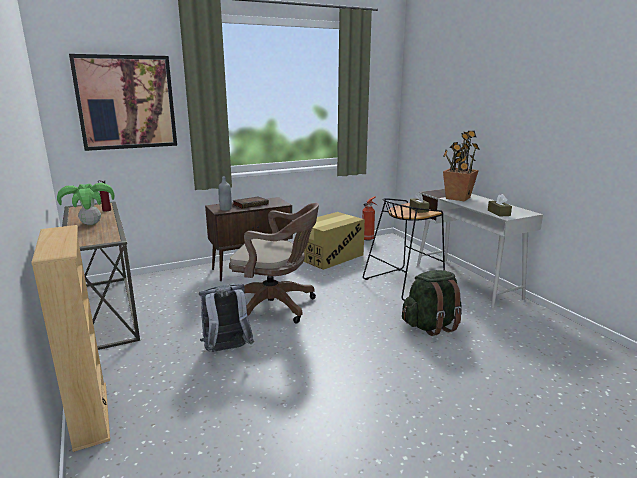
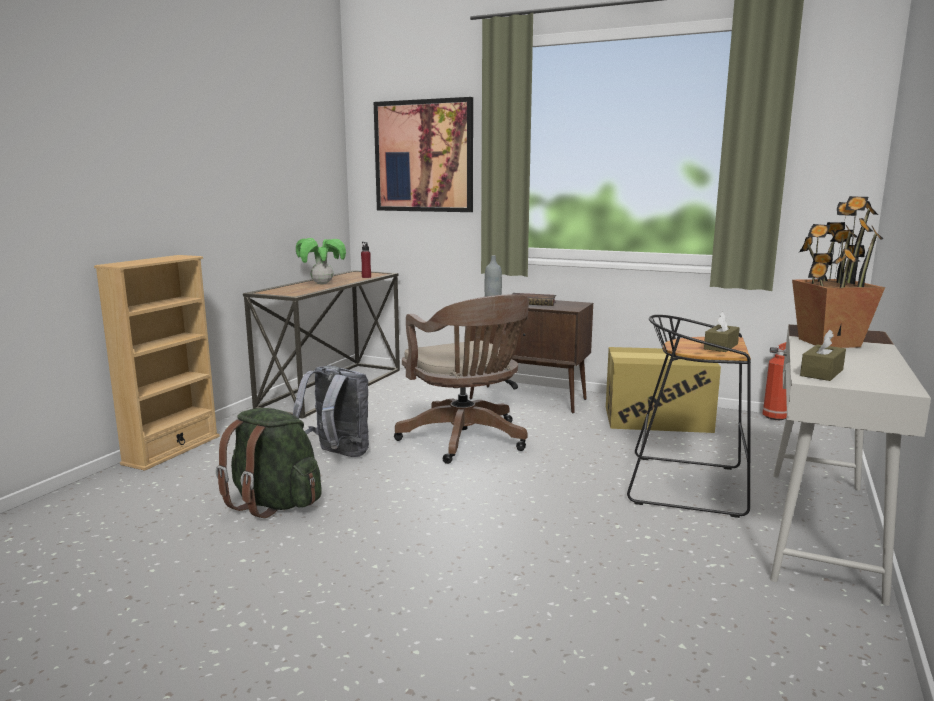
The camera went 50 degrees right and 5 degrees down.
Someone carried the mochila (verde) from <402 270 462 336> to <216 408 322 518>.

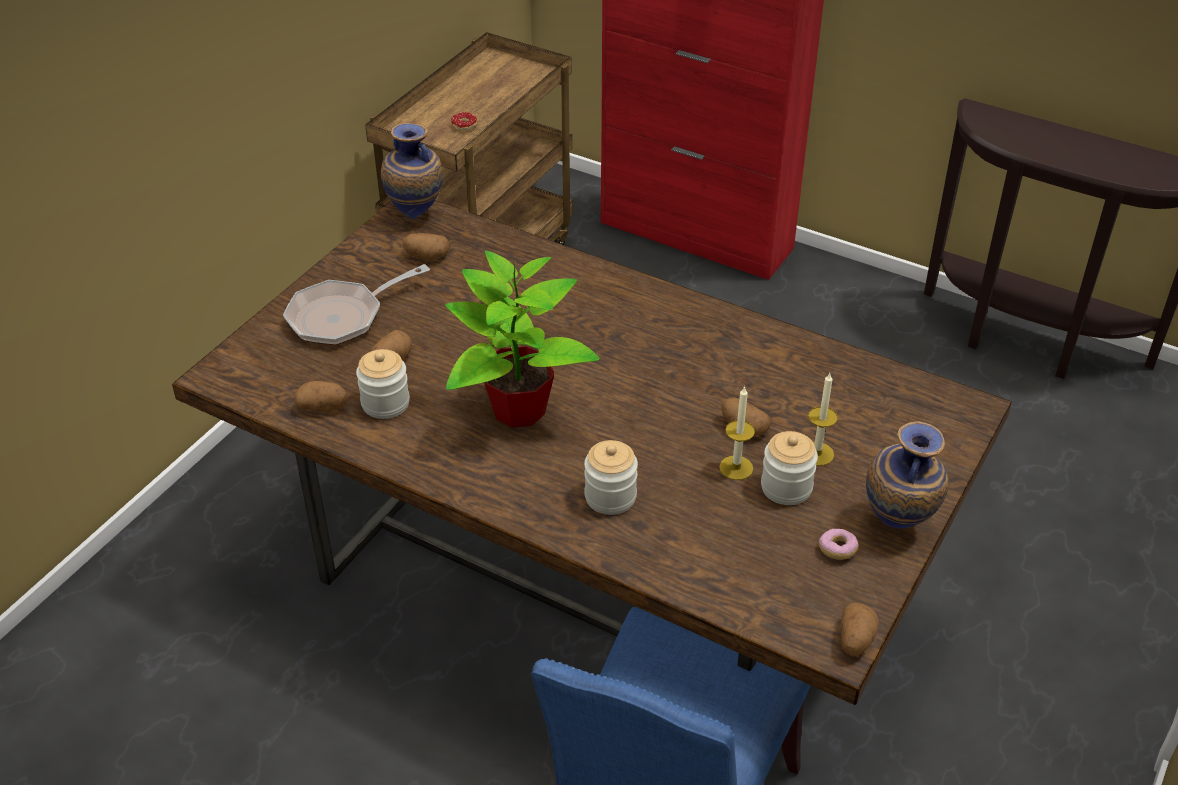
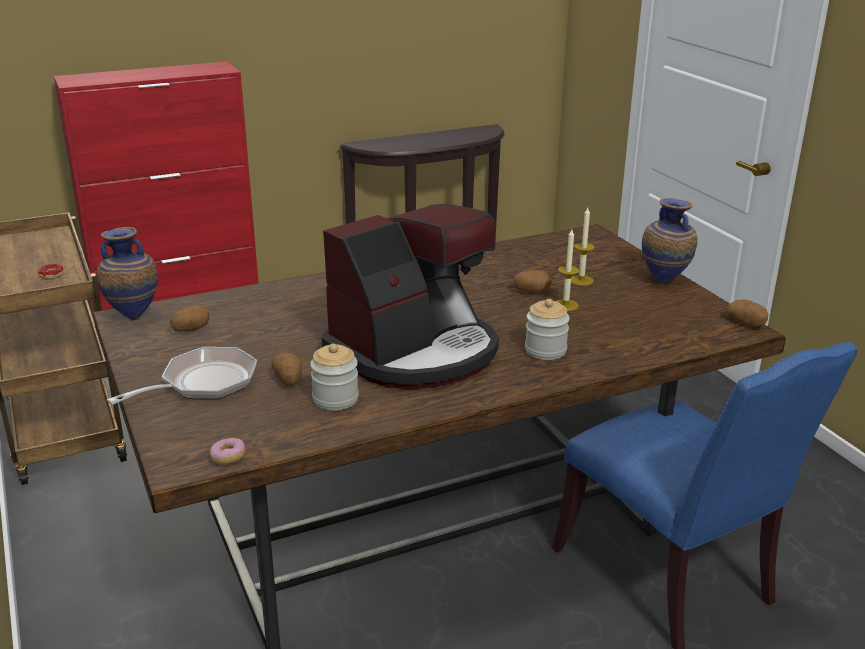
The camera went 55 degrees left and 15 degrees down.
Someone rotated the sartén at <283 264 430 345> by 135 degrees counterclockwise.
Someone took away the patata at <294 381 347 412>.
Someone swapped the planta en maceta at <445 251 600 428> for the cafetera at <322 204 499 390>.
Someone took away the tarro at <761 431 818 505>.
Someone carried the rosquilla from <819 529 858 560> to <210 438 246 464>.

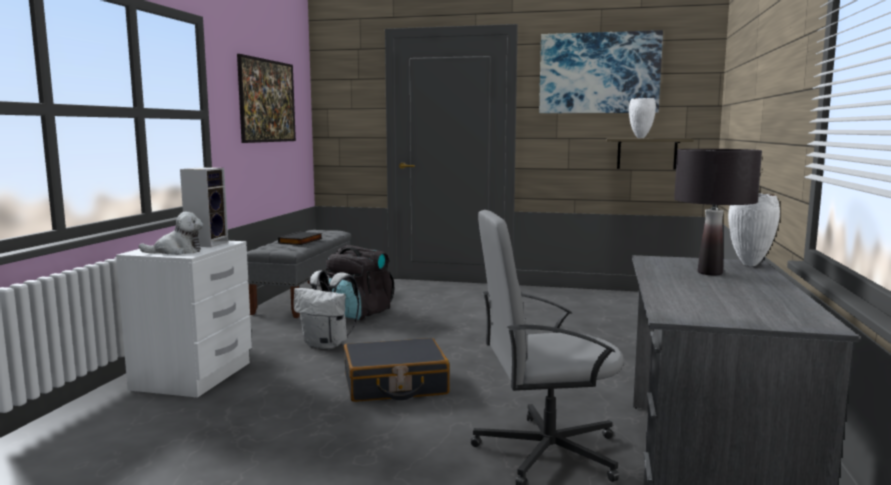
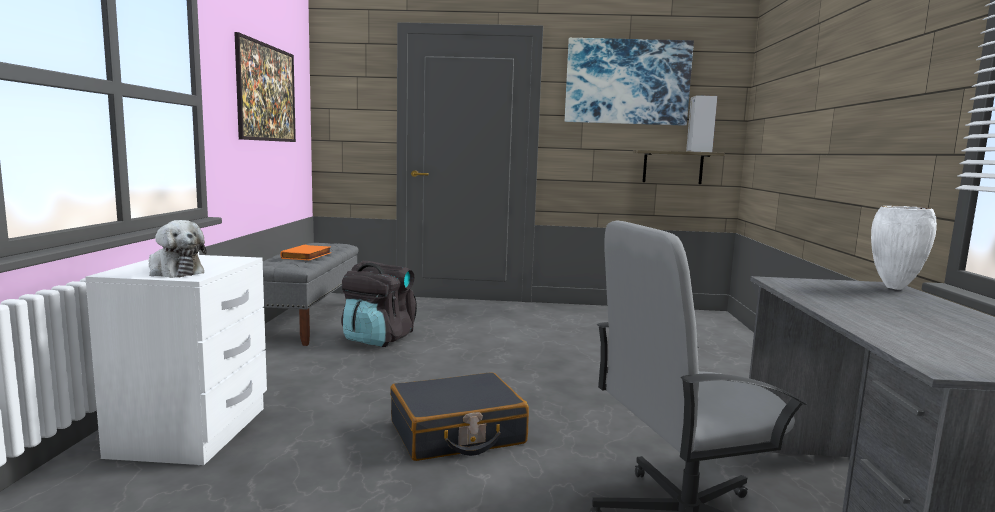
The camera went 10 degrees left and 0 degrees up.
Someone rotated the peluche at <139 211 203 255> by 60 degrees clockwise.
Someone carried the altavoz from <180 167 228 247> to <686 95 717 152>.
Someone repainted the libro (negro) at <278 231 323 245>, which became the libro (naranja) at <280 245 331 260>.
Someone took away the mochila (blanco) at <293 270 359 350>.
Someone took away the florero (blanco) at <629 98 656 138>.
Someone took away the lámpara de mesa (negro) at <674 149 762 275>.

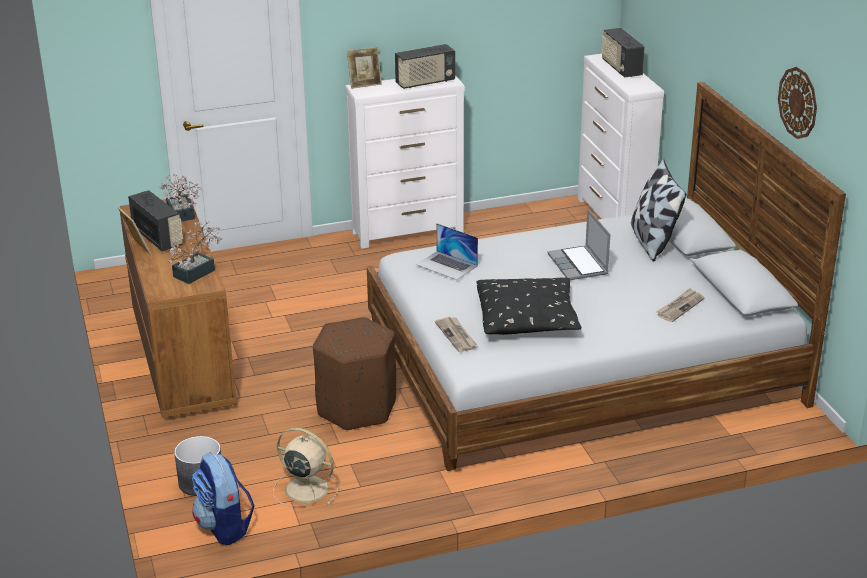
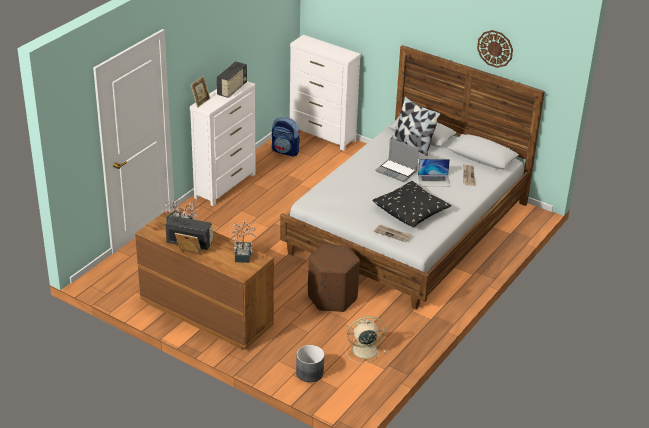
The camera went 40 degrees left and 5 degrees up.
Someone carried the mochila from <192 453 255 545> to <272 117 300 157>.
Someone carried the portátil from <416 223 478 280> to <418 159 450 187>.
Someone took away the radio at <601 28 645 78>.

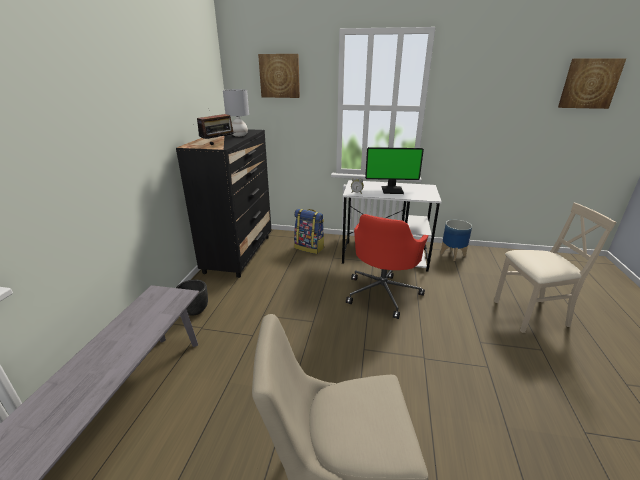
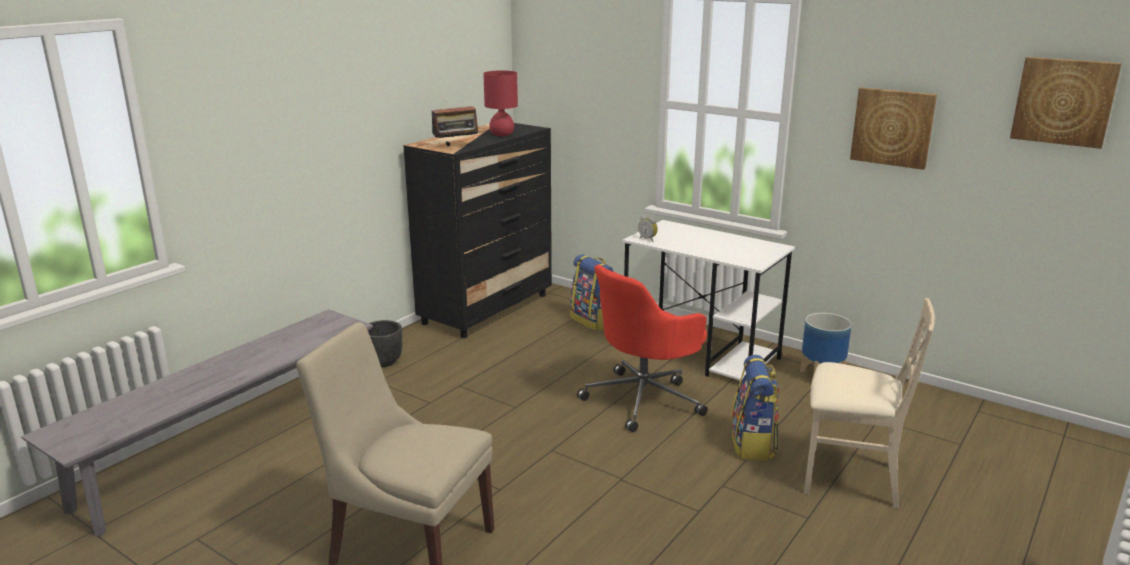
The camera went 25 degrees right and 5 degrees down.
Someone repainted the lámpara de mesa (gris) at <223 89 249 137>, which became the lámpara de mesa (rojo) at <483 70 518 136>.
Someone carried the cuadro from <258 54 300 98> to <850 87 937 170>.
Someone took away the monitor at <365 147 424 194>.
Someone put down the mochila at <731 355 779 460>.

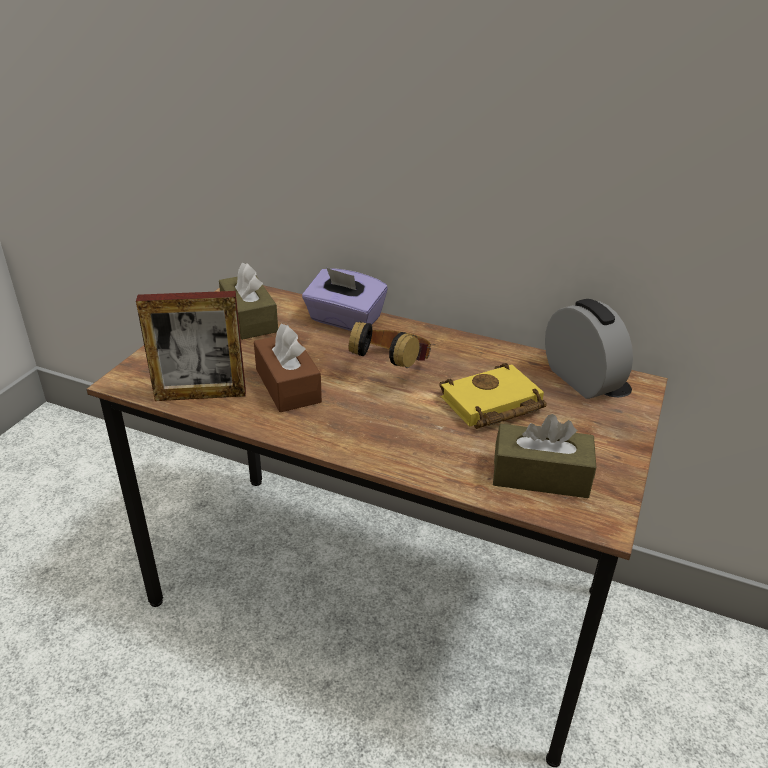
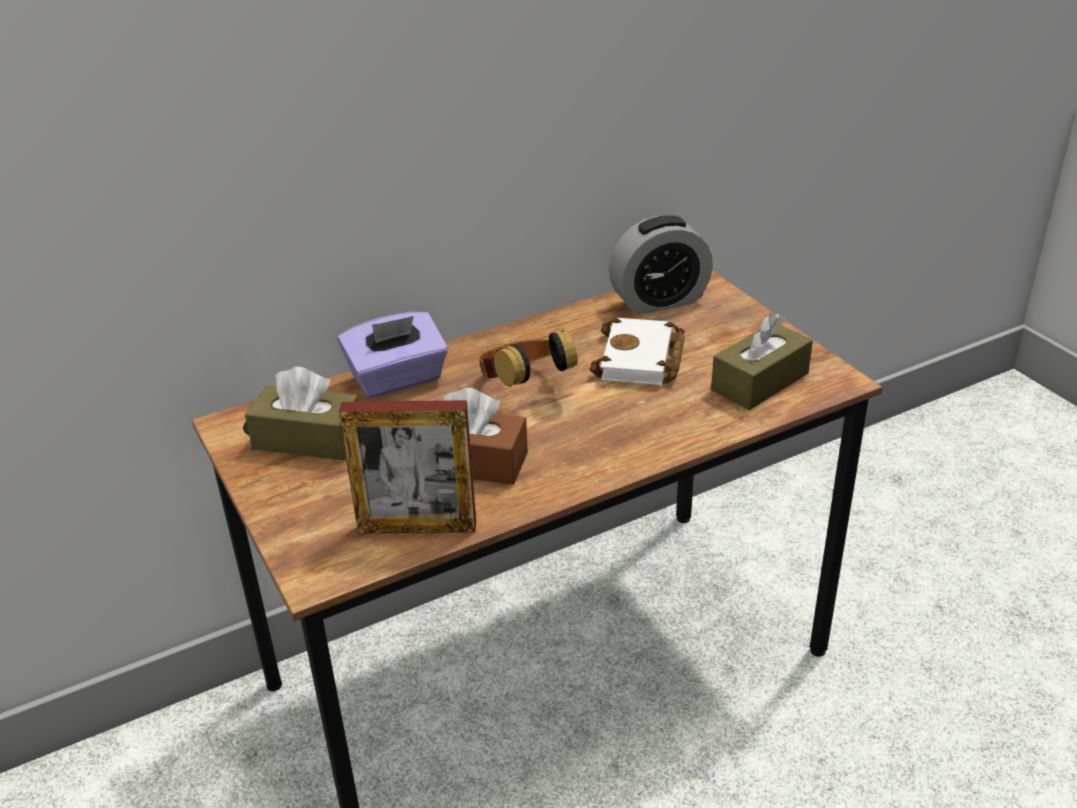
The camera went 50 degrees left and 0 degrees up.
Someone rotated the portarretratos at <136 291 246 401> by 60 degrees clockwise.
Someone repainted the libro (amarillo) at <439 363 547 429>, which became the libro (blanco) at <590 317 685 385>.
Someone rotated the despertador at <545 299 633 399> by 150 degrees clockwise.

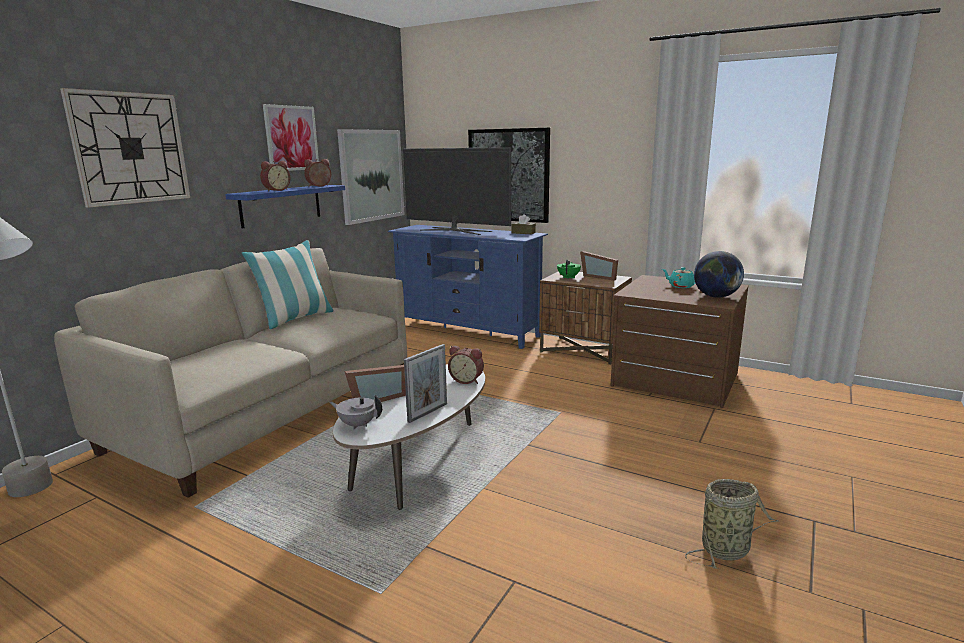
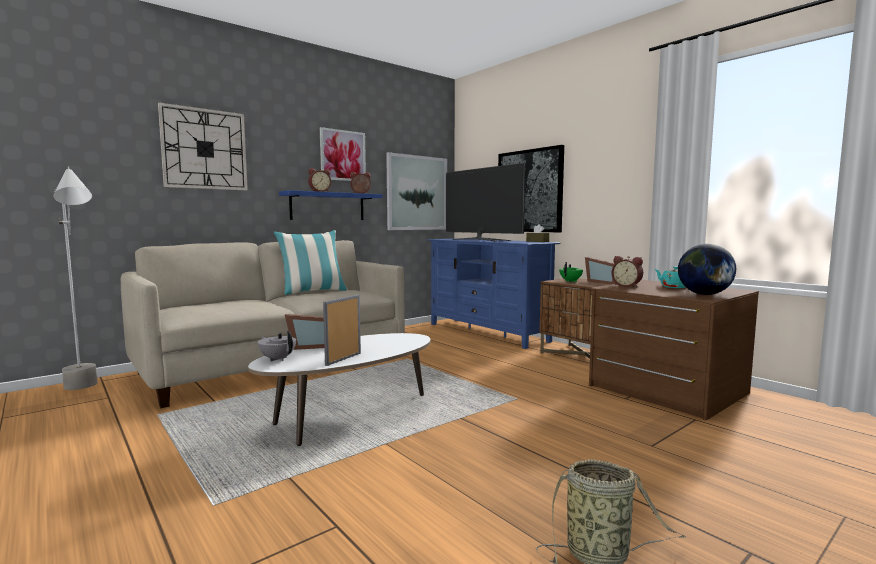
The camera went 20 degrees right and 10 degrees down.
Someone rotated the portarretratos at <404 344 447 423> by 150 degrees clockwise.
Someone carried the despertador from <448 346 484 384> to <612 256 643 287>.

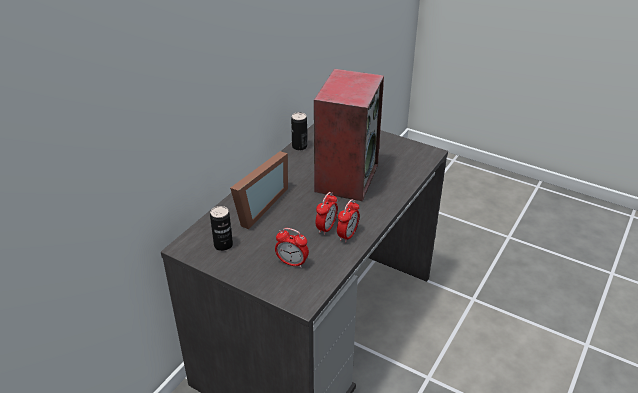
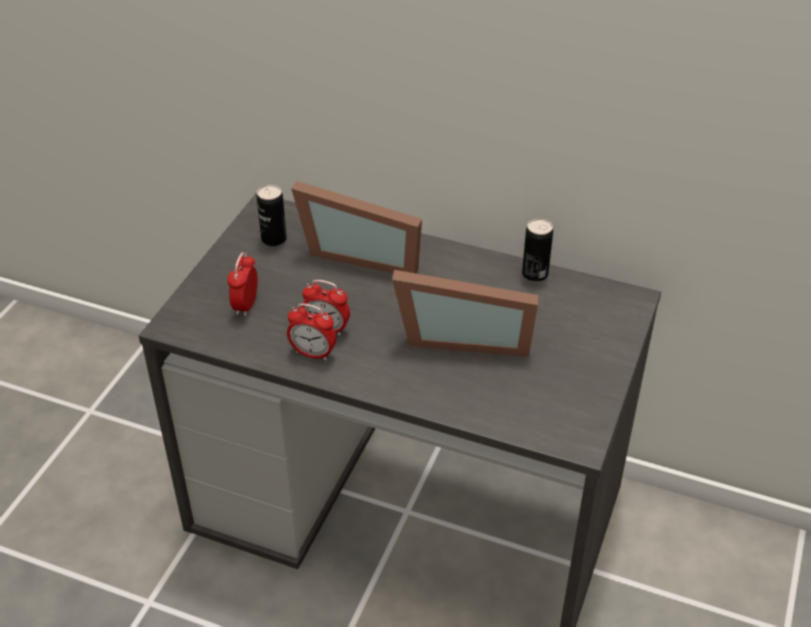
The camera went 80 degrees right and 5 degrees up.
Someone swapped the altavoz at <314 69 384 201> for the portarretratos at <392 270 538 357>.

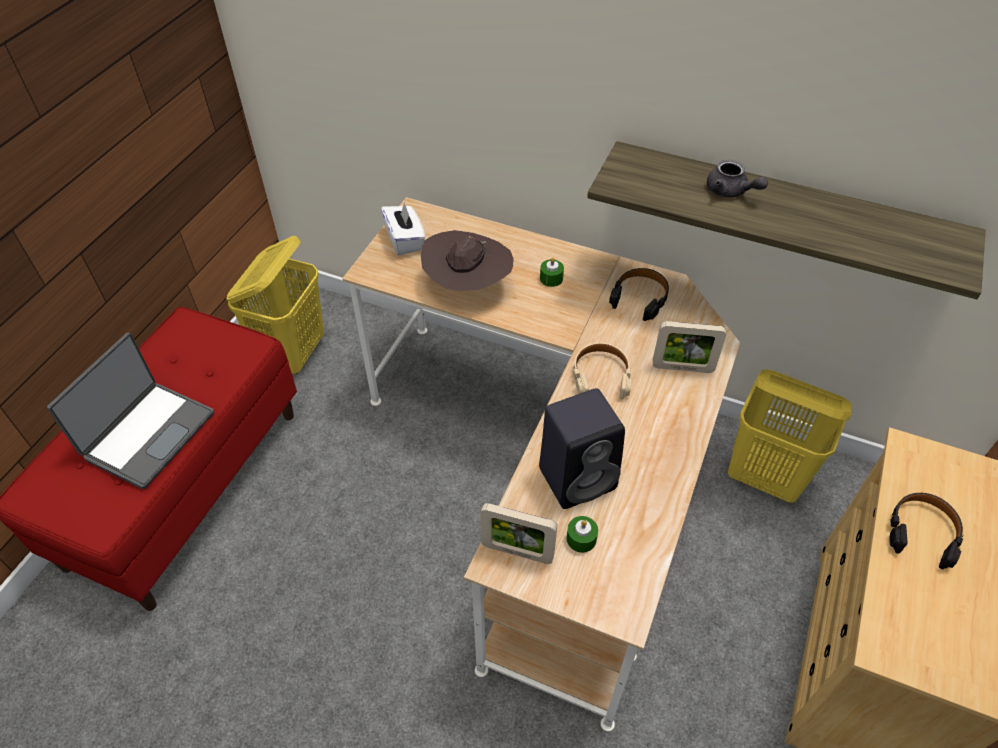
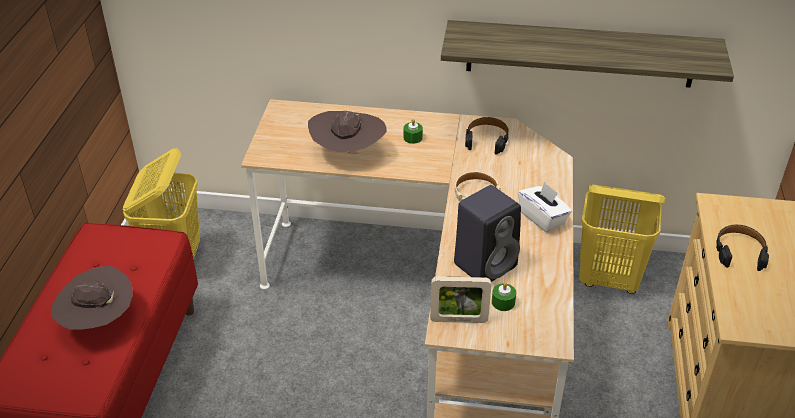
The camera went 15 degrees left and 10 degrees down.
Someone swapped the portátil at <47 333 214 489> for the sombrero (marrón) at <51 266 133 330>.
Someone carried the caja de pañuelos (blanco) from <381 201 425 255> to <518 181 572 232>.
Someone took away the portarretratos at <653 321 726 373>.
Someone took away the tetera (gris) at <707 160 768 198>.

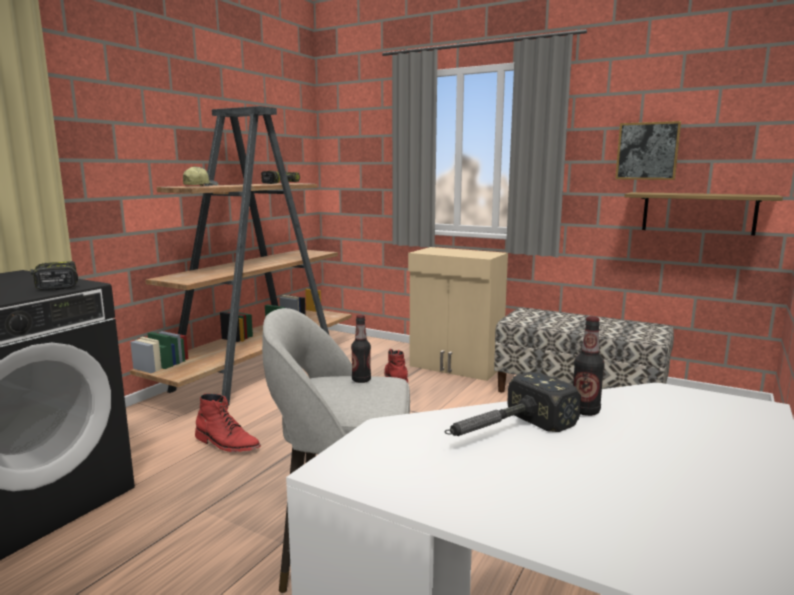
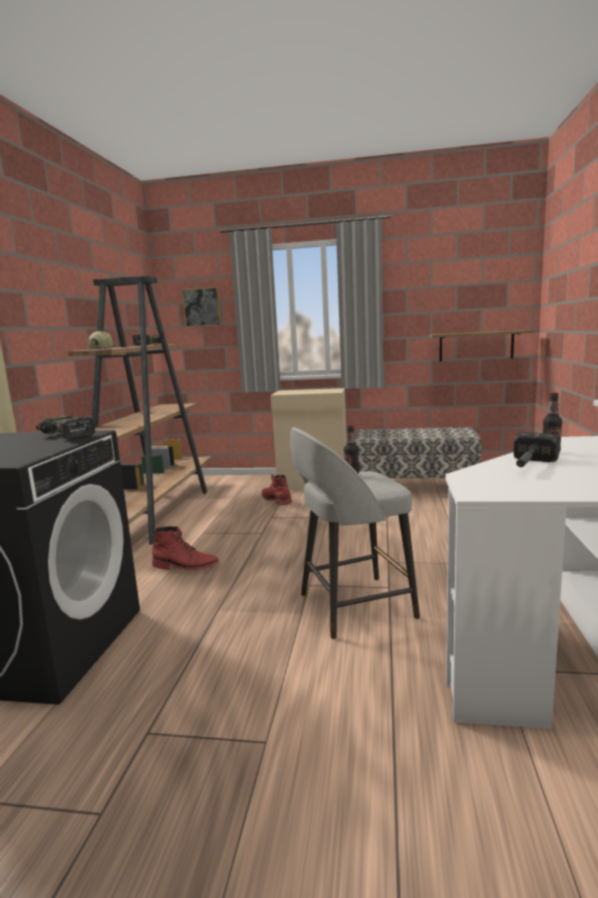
The camera went 20 degrees left and 0 degrees up.
Someone carried the cuadro from <615 121 681 180> to <182 287 222 328>.

